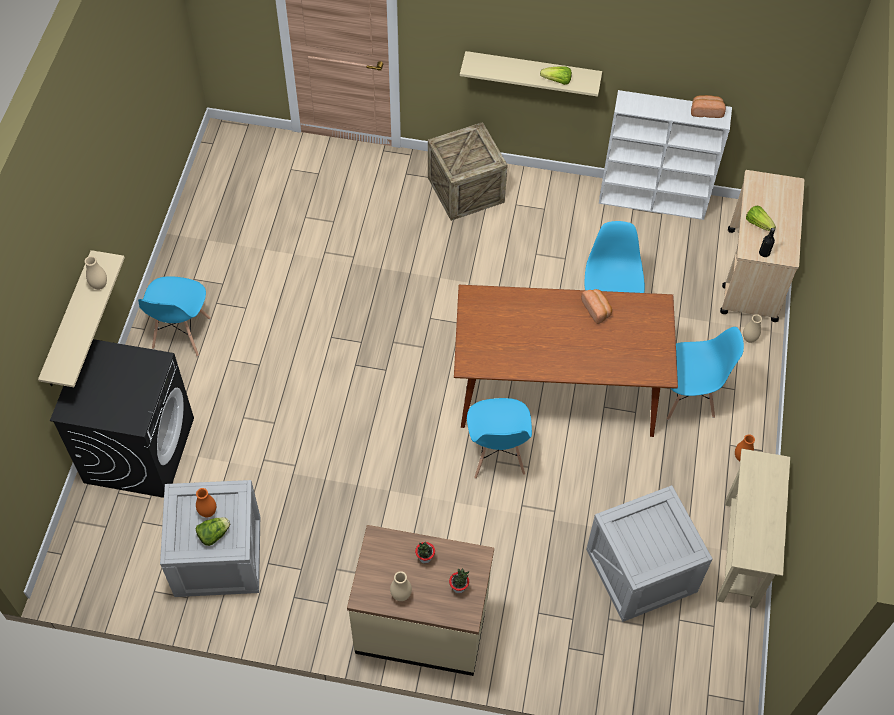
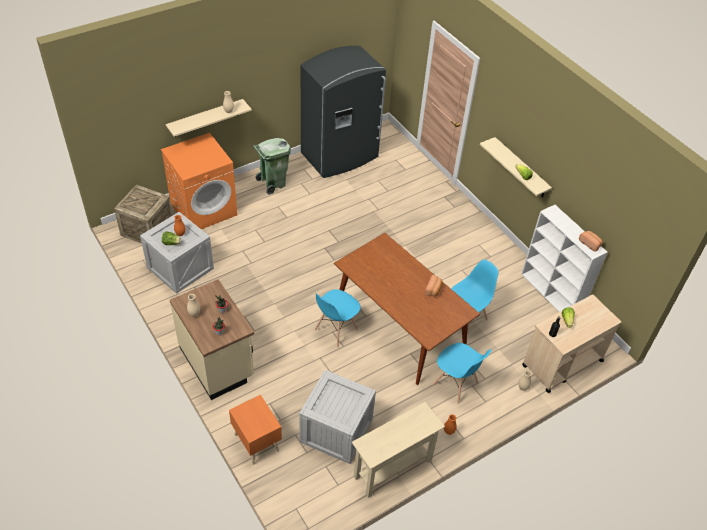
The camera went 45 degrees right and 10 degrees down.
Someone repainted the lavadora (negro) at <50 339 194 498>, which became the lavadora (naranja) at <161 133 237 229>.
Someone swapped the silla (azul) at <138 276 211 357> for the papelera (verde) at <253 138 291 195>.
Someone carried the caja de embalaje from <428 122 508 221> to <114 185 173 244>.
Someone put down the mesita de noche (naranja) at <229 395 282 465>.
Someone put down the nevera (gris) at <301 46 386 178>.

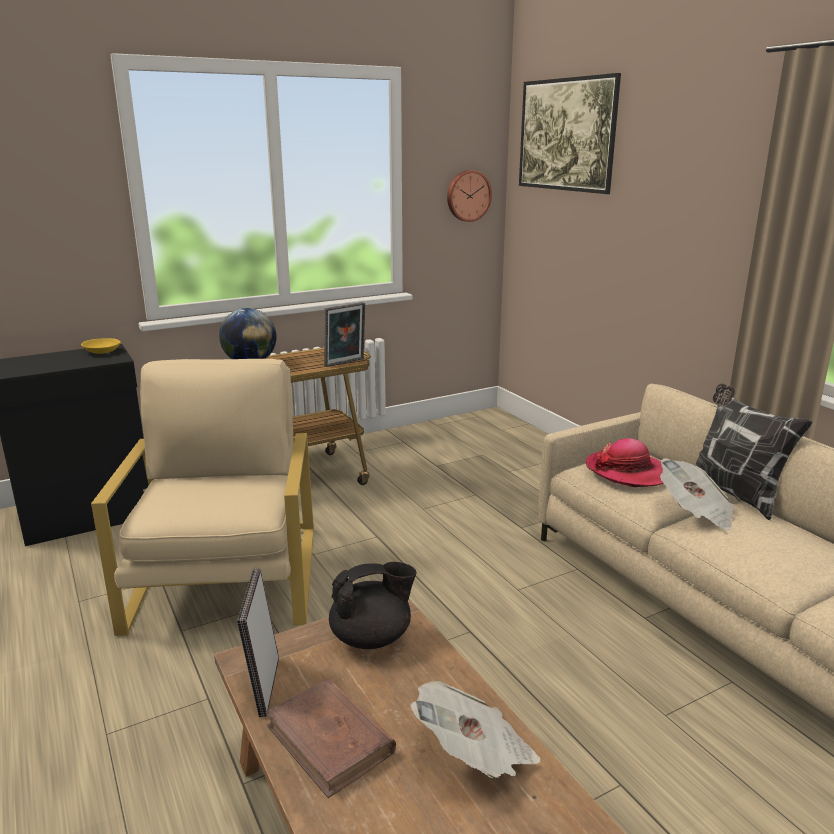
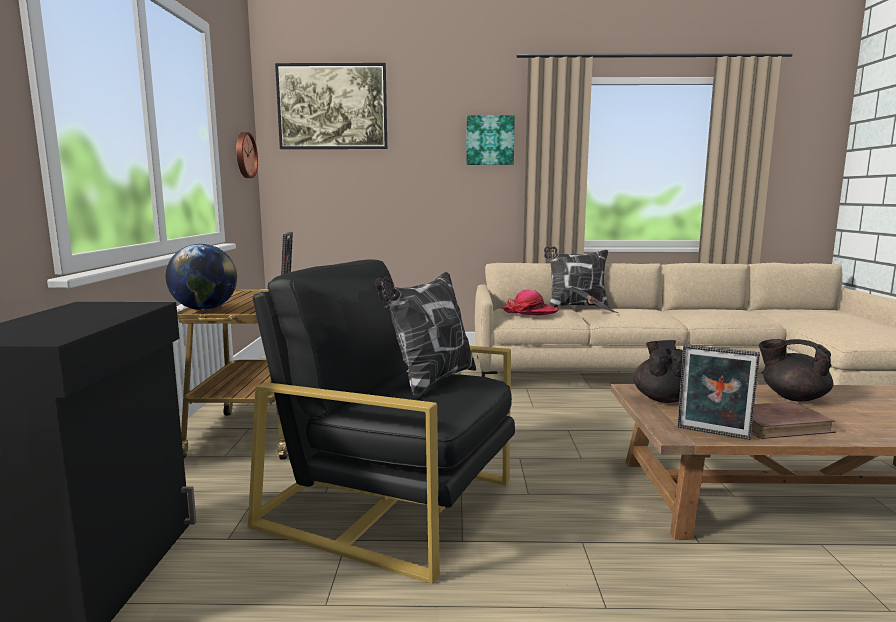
The camera went 60 degrees left and 10 degrees down.
Someone took away the cuenco (amarillo) at <81 338 121 354>.
Someone repainted the sillón (beis) at <91 359 314 636>, which became the sillón (negro) at <248 259 515 584>.
Someone swapped the periódico at <410 681 540 779> for the tetera (negro) at <759 339 833 402>.
Someone put down the cojín at <376 272 476 399>.
Someone put up the cuadro at <466 115 515 165>.

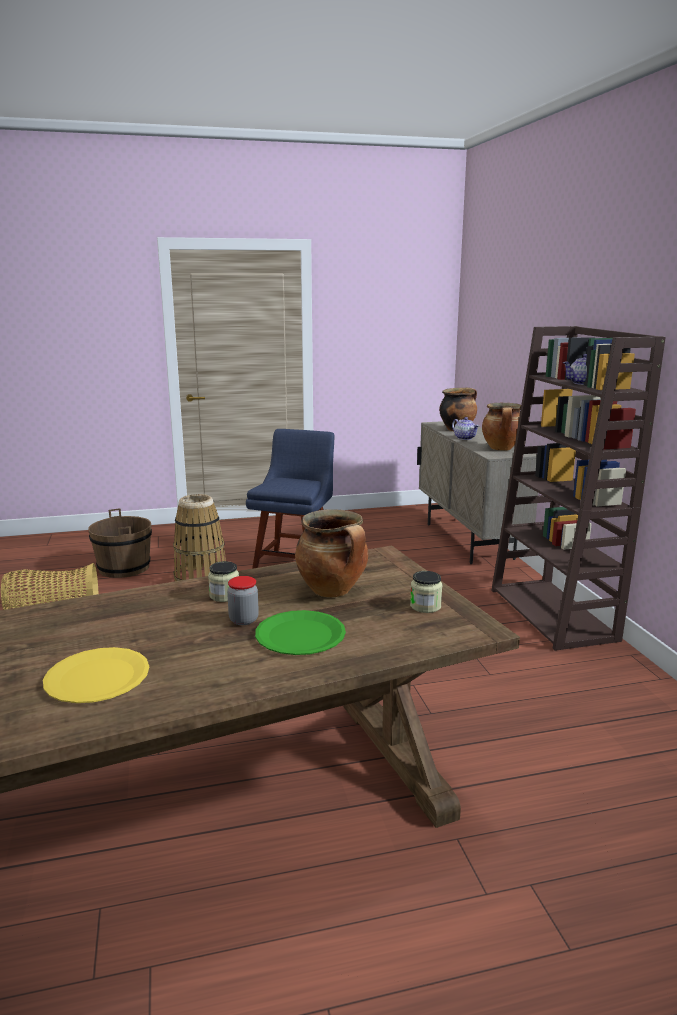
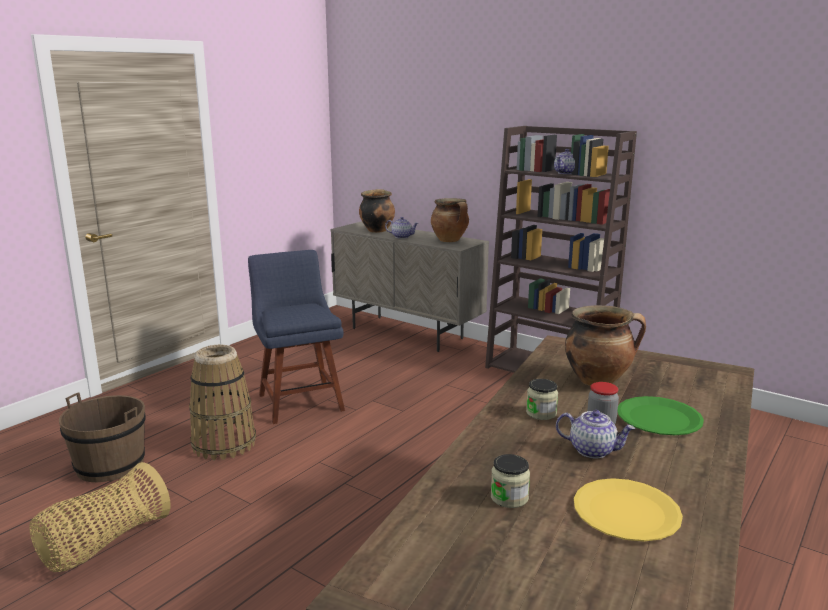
The camera went 40 degrees left and 0 degrees up.
Someone carried the tarro from <410 571 442 613> to <491 454 530 508>.
Someone put down the tetera at <556 410 635 459>.

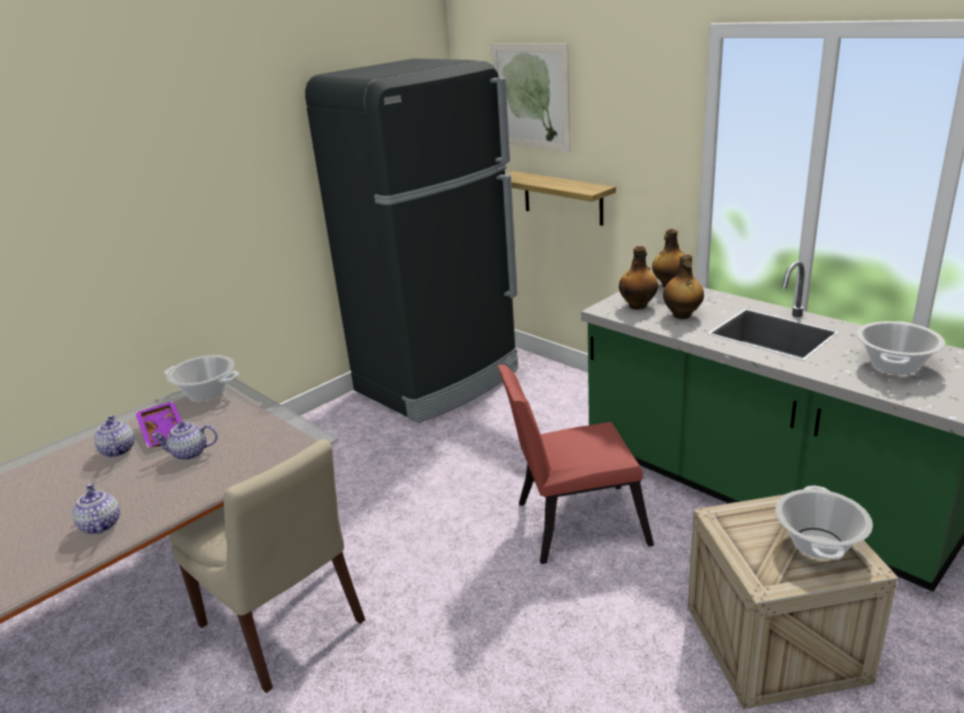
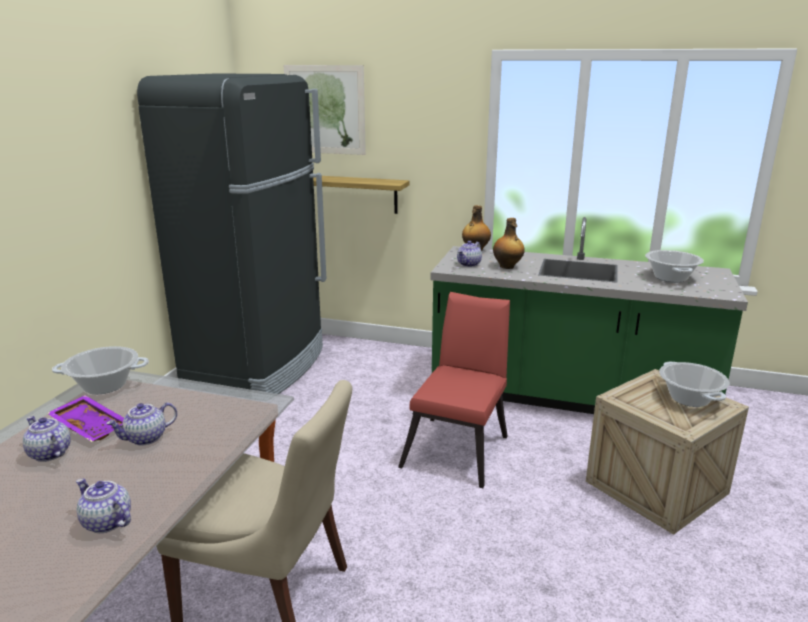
The camera went 30 degrees left and 5 degrees down.
Someone rotated the silla (rojo) at <498 365 654 564> by 150 degrees clockwise.
Someone swapped the botella at <619 246 658 310> for the tetera at <457 241 482 267>.

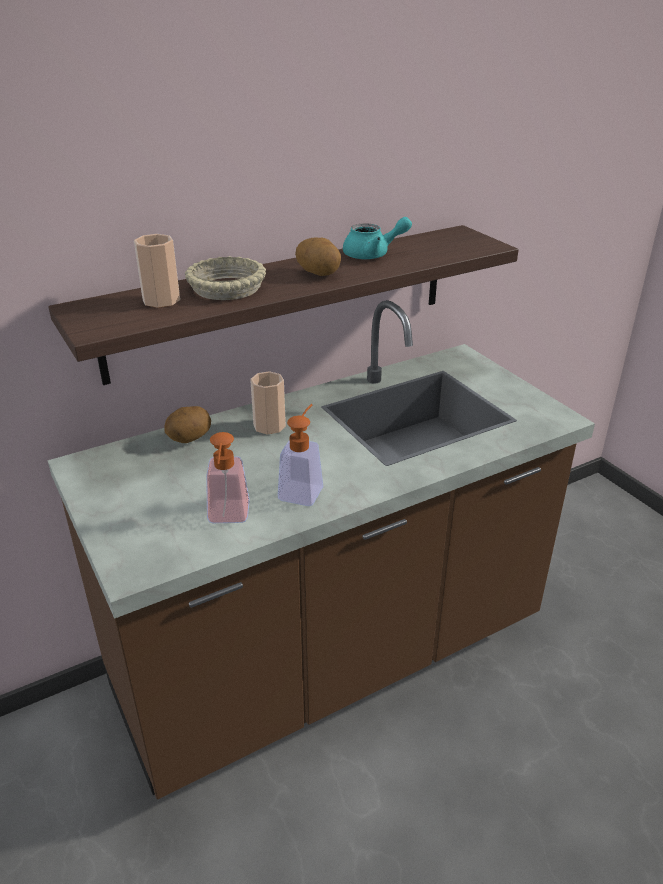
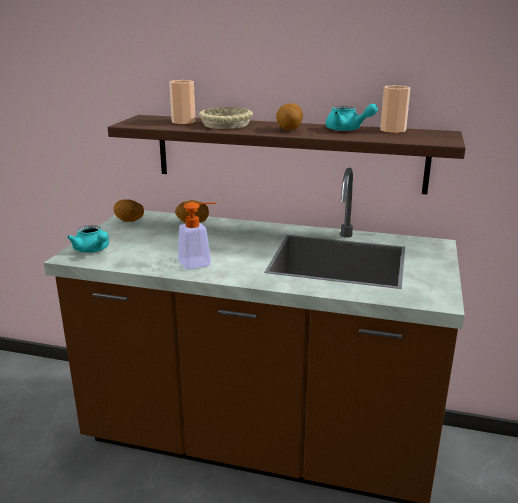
The camera went 45 degrees right and 10 degrees down.
Someone took away the dispensador de jabón at <206 432 250 523>.
Someone carried the taza from <250 371 286 435> to <380 85 411 133>.
Someone put down the tetera (turquesa) at <67 225 109 253>.
Someone put down the patata at <114 199 144 222>.

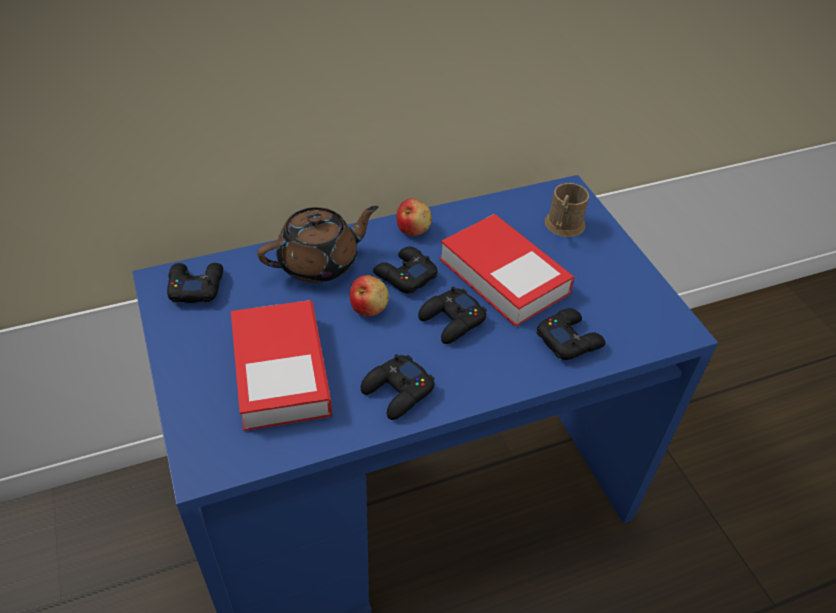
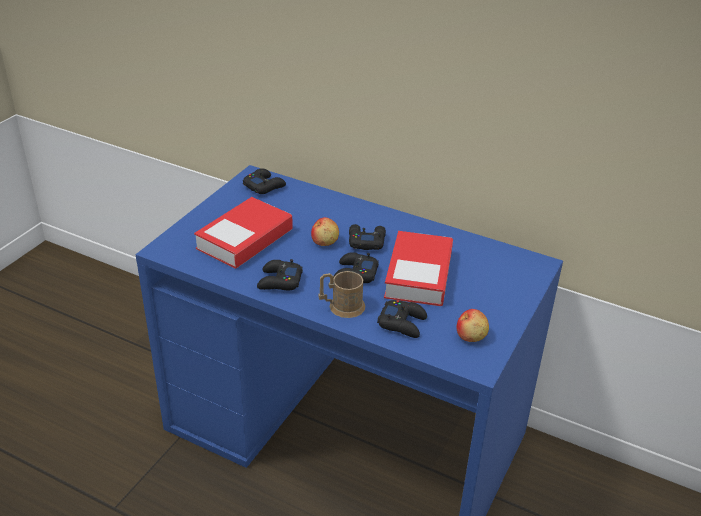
The camera went 50 degrees right and 10 degrees down.
Someone took away the tetera (marrón) at <257 206 378 283>.
Someone carried the manzana from <396 199 432 236> to <456 309 489 342>.
Someone carried the taza grande (marrón) from <545 183 589 237> to <319 271 365 318>.

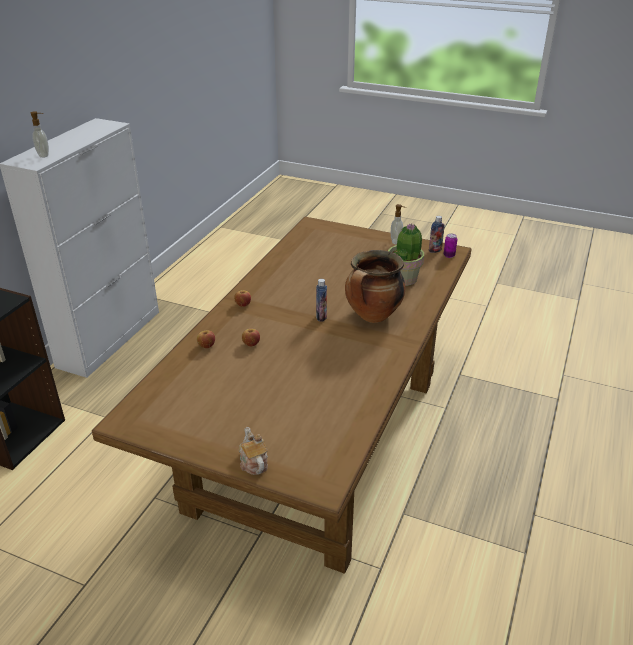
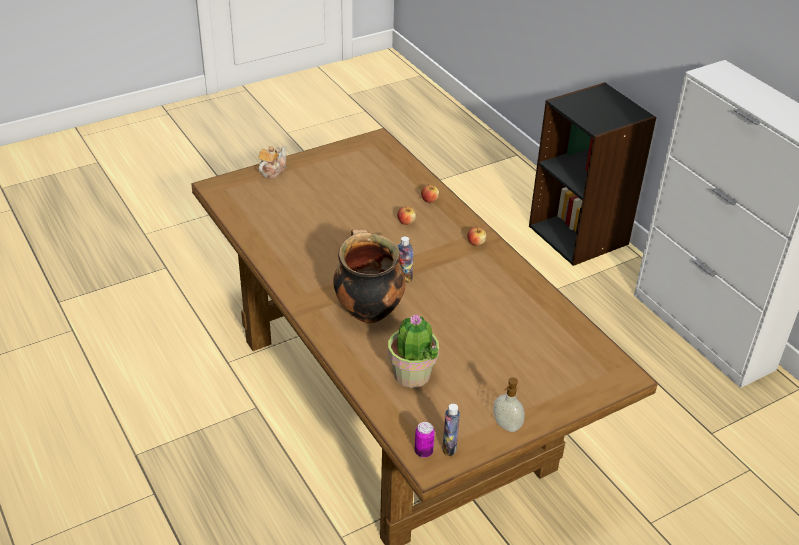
The camera went 125 degrees right and 5 degrees up.
Someone took away the dispensador de jabón at <30 111 49 158>.
Someone rotated the tetera at <239 427 268 475> by 75 degrees counterclockwise.

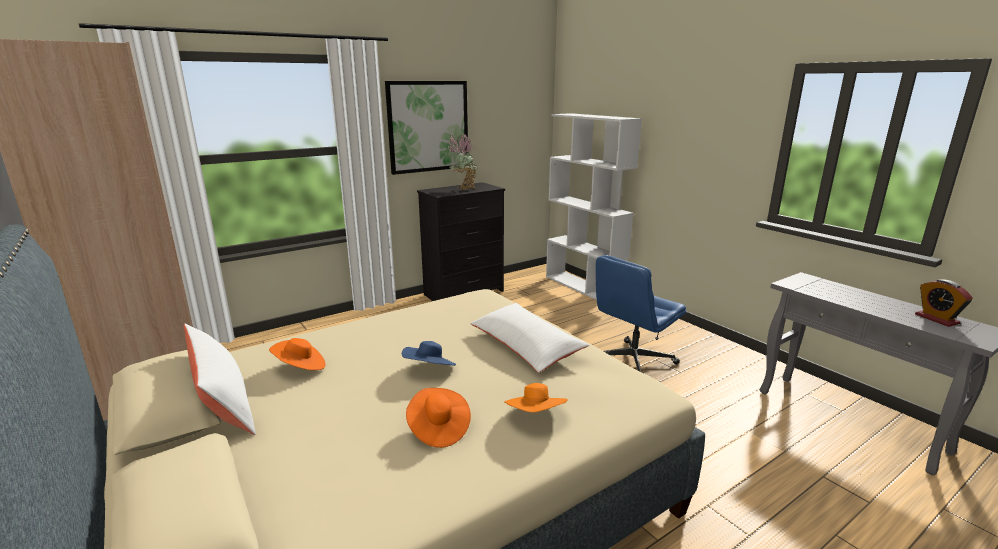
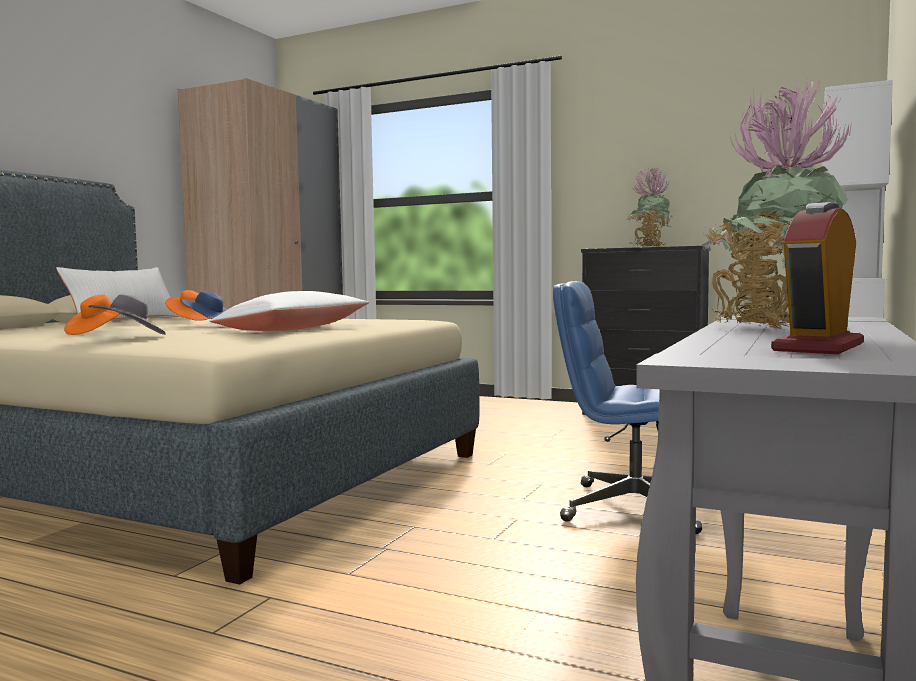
The camera went 60 degrees right and 15 degrees down.
Someone took away the cuadro at <385 81 468 175>.
Someone repainted the sombrero (naranja) at <504 383 568 412>, which became the sombrero (gris) at <89 294 166 335>.
Someone put down the planta en maceta at <702 79 856 330>.

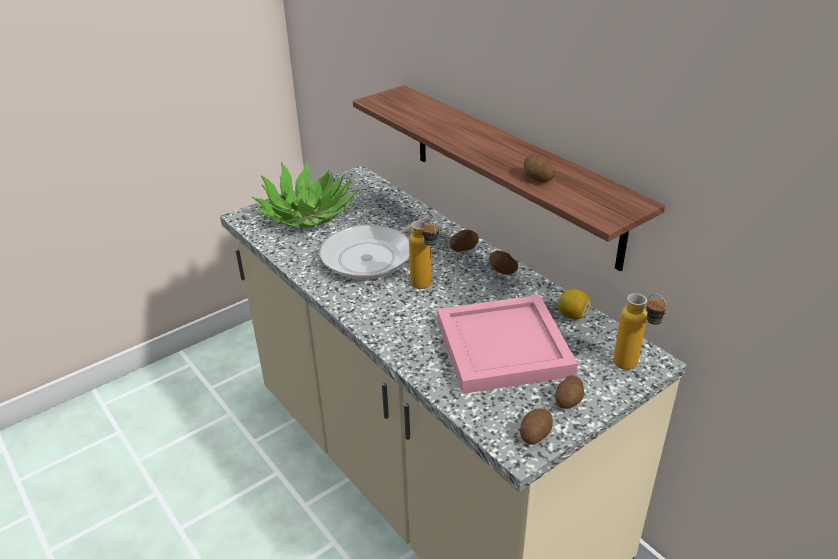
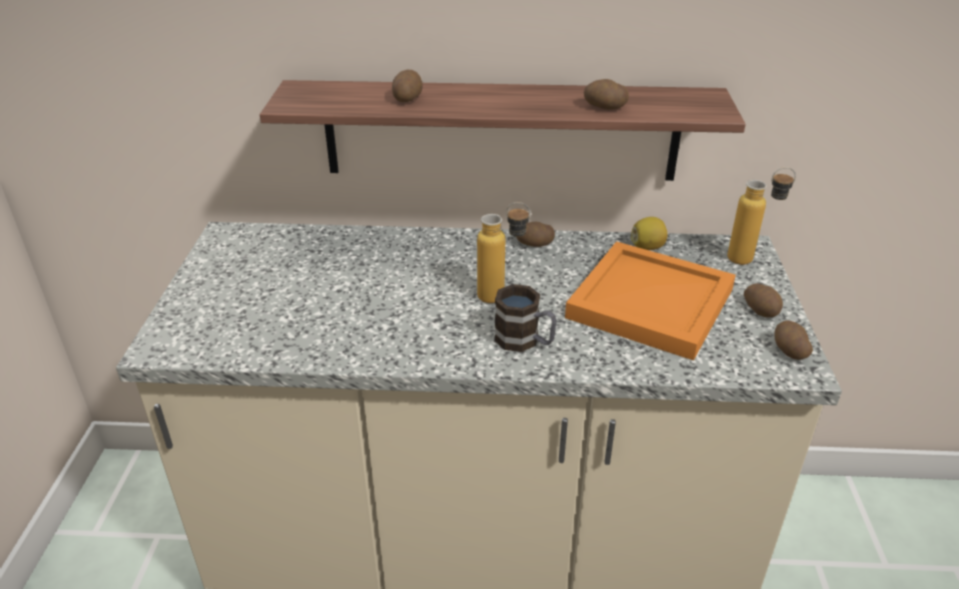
The camera went 50 degrees left and 0 degrees up.
Someone took away the planta en maceta at <252 161 358 228>.
Someone took away the sartén at <320 213 435 280>.
Someone repainted the bandeja (rosa) at <437 295 578 394>, which became the bandeja (naranja) at <565 241 736 360>.
Someone carried the patata from <450 230 479 252> to <392 70 423 102>.
Someone put down the taza grande at <494 284 557 352>.

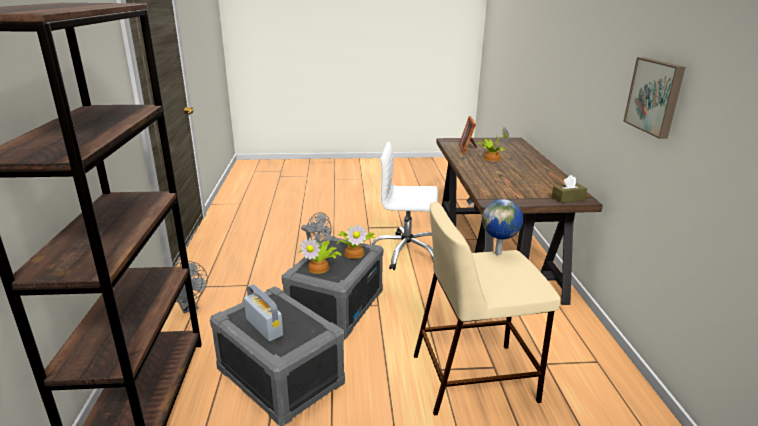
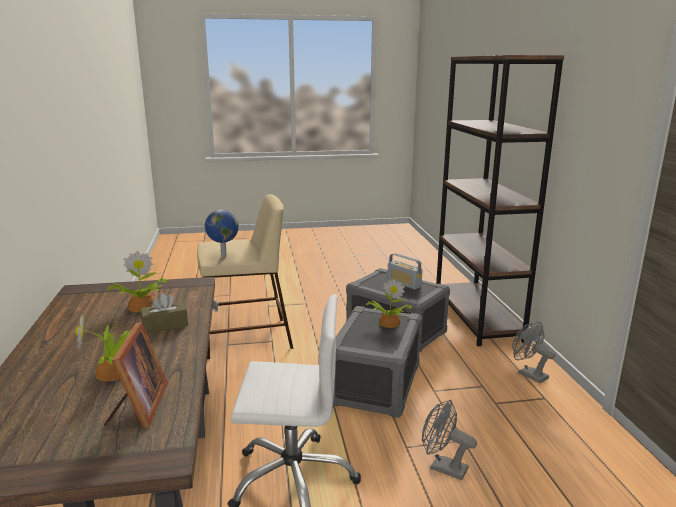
The camera went 175 degrees right and 5 degrees down.
Someone carried the planta en maceta from <336 224 375 259> to <106 251 167 312>.
Someone carried the caja de pañuelos (marrón) from <551 175 587 203> to <140 293 188 333>.
Someone took away the cuadro at <623 57 685 139>.

